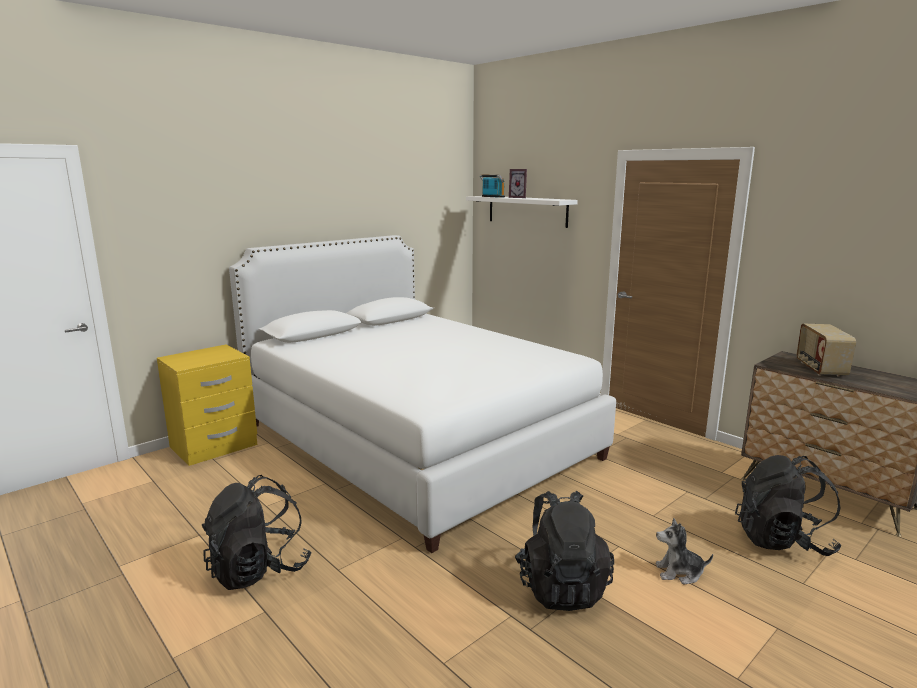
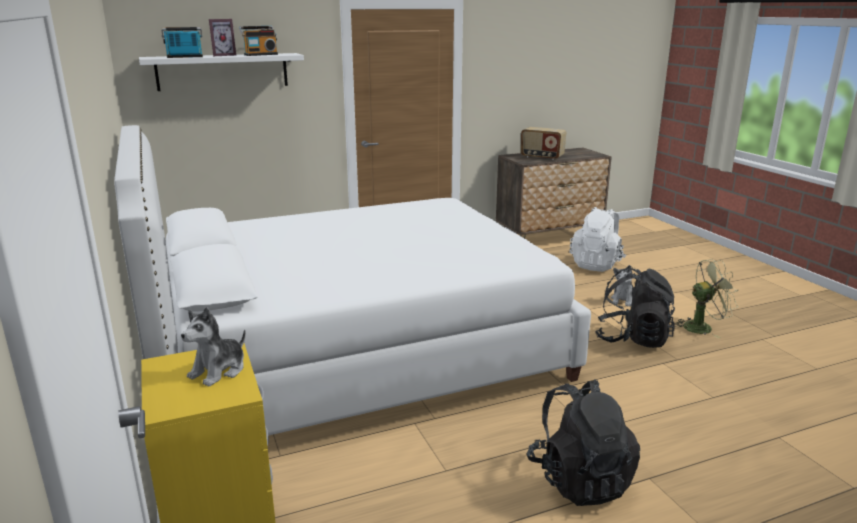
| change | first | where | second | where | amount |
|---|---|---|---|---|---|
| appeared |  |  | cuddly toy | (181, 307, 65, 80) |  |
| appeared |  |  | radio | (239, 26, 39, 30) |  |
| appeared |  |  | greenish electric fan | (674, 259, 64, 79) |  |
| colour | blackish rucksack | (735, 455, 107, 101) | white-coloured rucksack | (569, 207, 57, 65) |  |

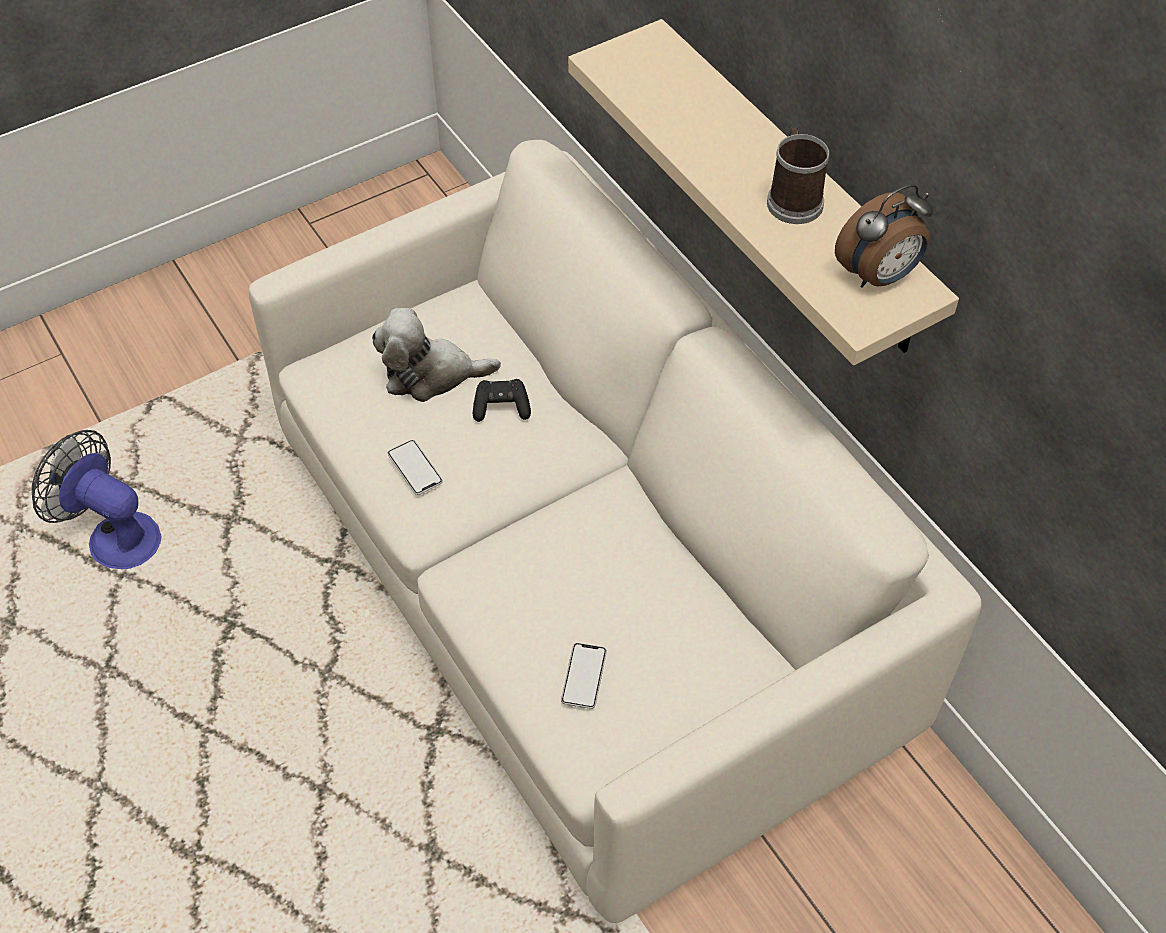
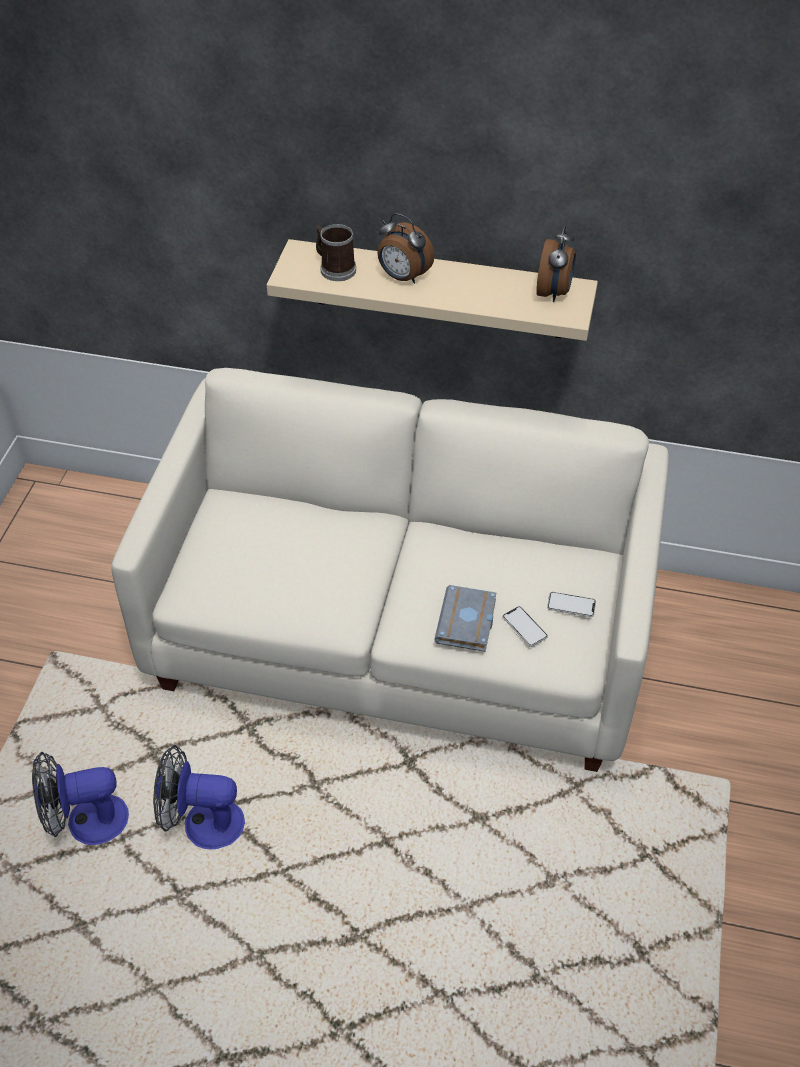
| change | first | where | second | where | amount |
|---|---|---|---|---|---|
| missing | cuddly toy | (372, 308, 129, 94) |  |  |  |
| missing | blackish joypad | (473, 379, 58, 43) |  |  |  |
| appeared |  |  | electric fan | (153, 745, 92, 105) |  |
| appeared |  |  | table clock | (377, 213, 58, 71) |  |
| appeared |  |  | greyish bound book | (434, 585, 63, 67) |  |
| relocated | handset | (388, 440, 55, 55) |  | (547, 592, 49, 25) |  |
| relocated | mug | (767, 126, 63, 98) |  | (316, 224, 40, 57) |  |

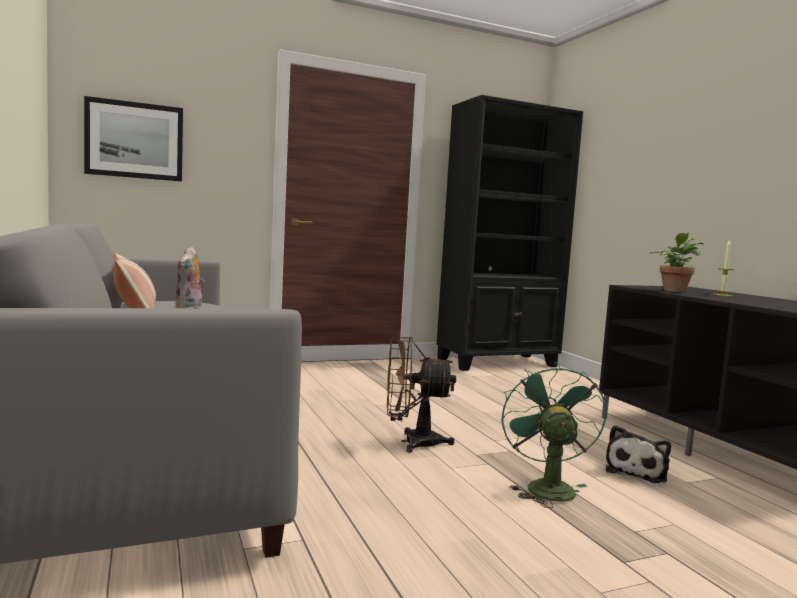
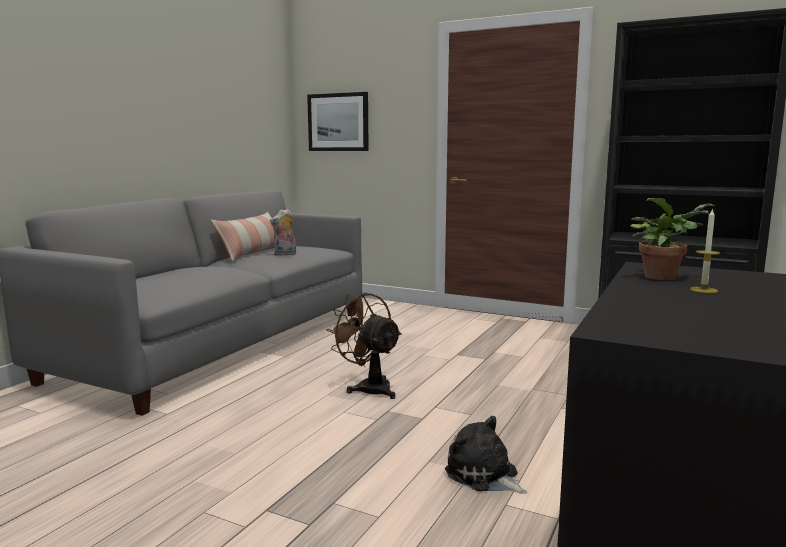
| change | first | where | second | where | amount |
|---|---|---|---|---|---|
| missing | greenish electric fan | (501, 362, 106, 146) |  |  |  |
| spun | cuddly toy | (606, 425, 65, 58) |  | (445, 416, 83, 78) | 60 degrees clockwise |

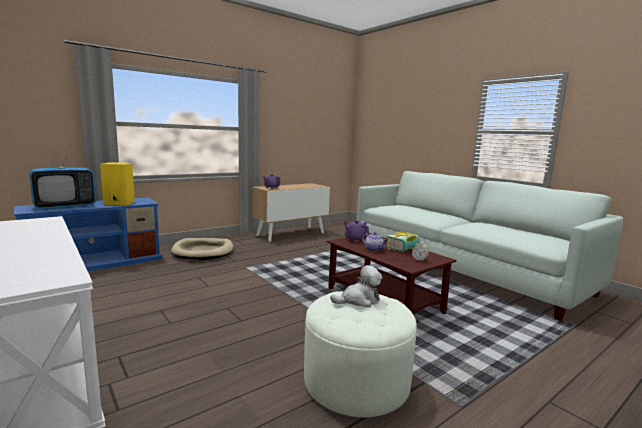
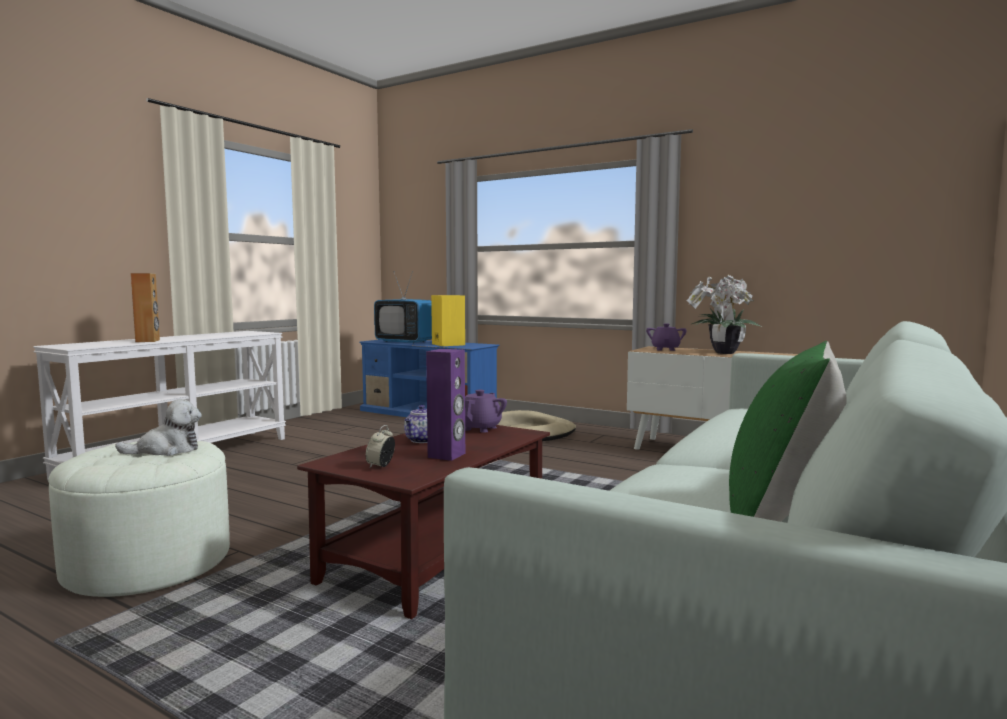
| change | first | where | second | where | amount |
|---|---|---|---|---|---|
| appeared |  |  | brown-coloured audio speaker | (131, 273, 29, 69) |  |
| appeared |  |  | plant in a pot | (687, 275, 75, 79) |  |
| appeared |  |  | greenish throw pillow | (729, 341, 118, 181) |  |
| exchanged | bound book | (386, 232, 34, 20) | purple-coloured audio speaker | (426, 349, 39, 112) |  |
| spun | cuddly toy | (330, 265, 53, 43) |  | (115, 399, 87, 57) | 75 degrees counterclockwise |

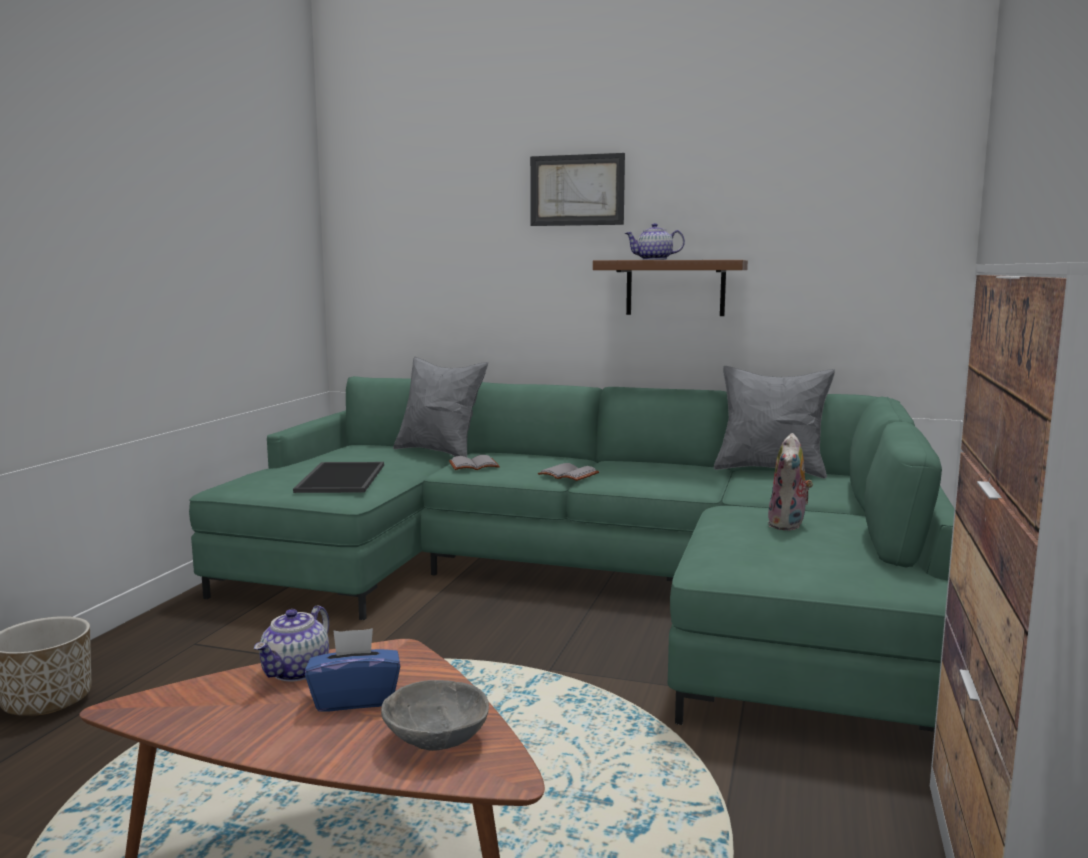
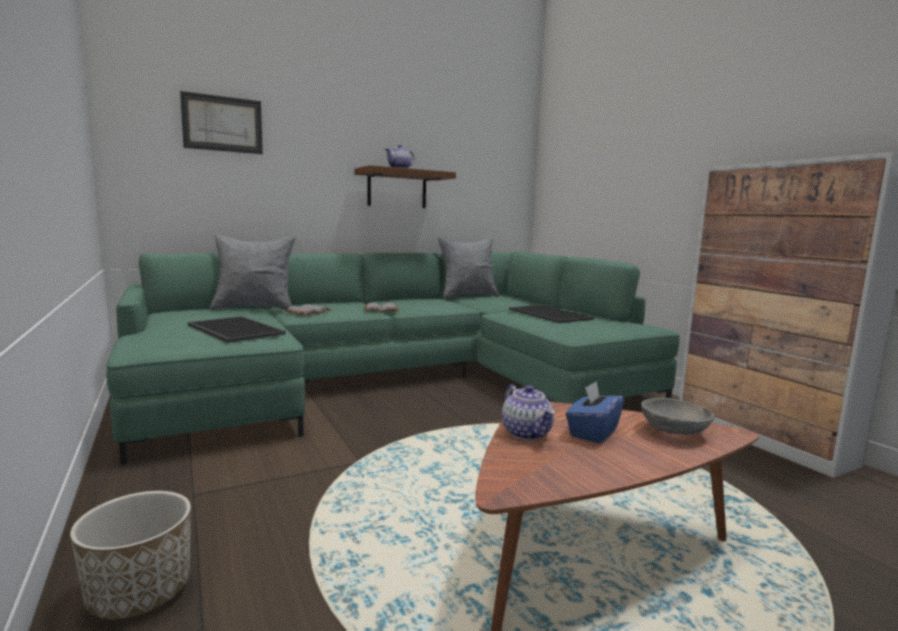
| change | first | where | second | where | amount |
|---|---|---|---|---|---|
| relocated | picture | (530, 153, 95, 73) |  | (180, 91, 83, 63) |  |
| exchanged | cuddly toy | (768, 433, 45, 98) | carrying tray | (509, 305, 85, 18) |  |

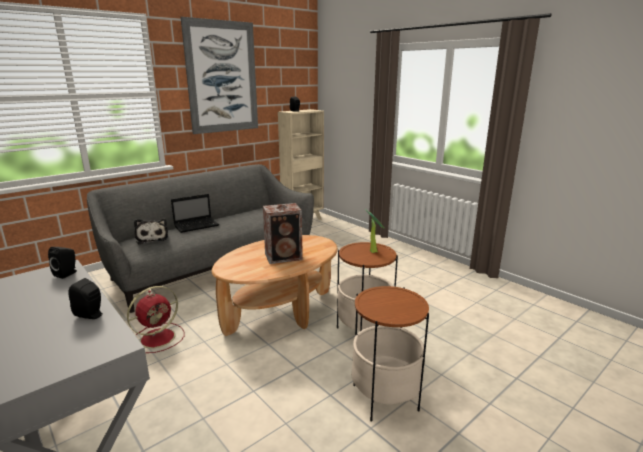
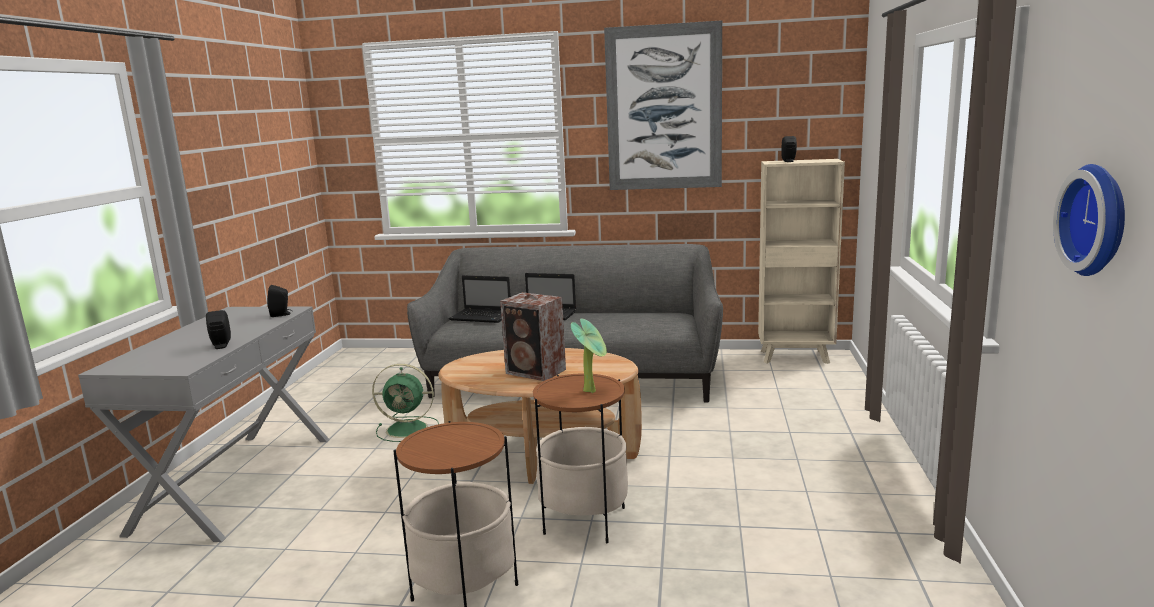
| change | first | where | second | where | amount |
|---|---|---|---|---|---|
| appeared |  |  | clock on the wall | (1053, 164, 72, 112) |  |
| exchanged | cuddly toy | (134, 218, 34, 26) | laptop | (449, 275, 62, 48) |  |
| colour | red electric fan | (127, 286, 57, 67) | greenish electric fan | (372, 364, 67, 78) |  |

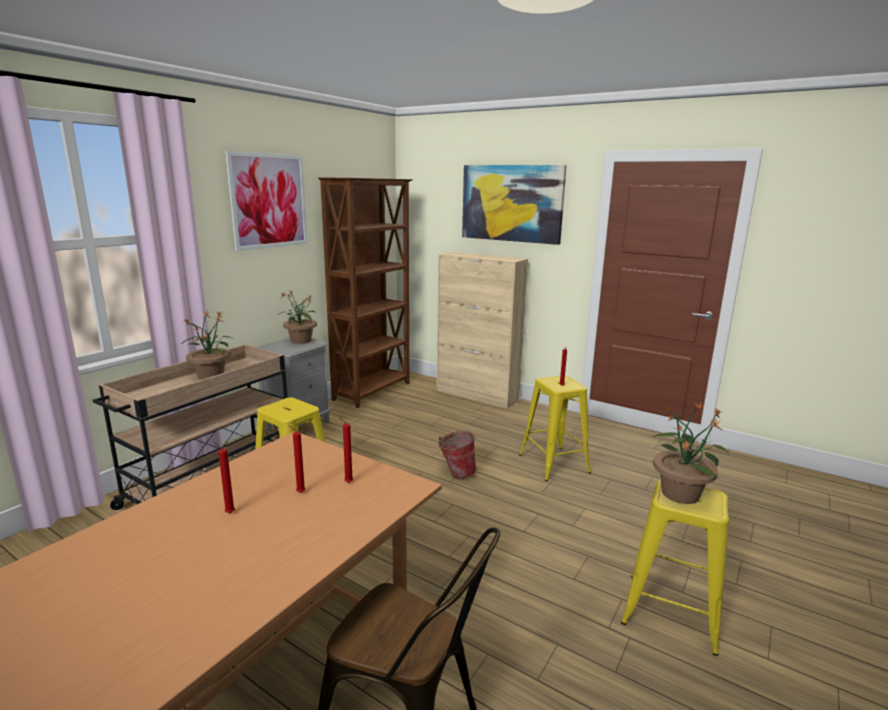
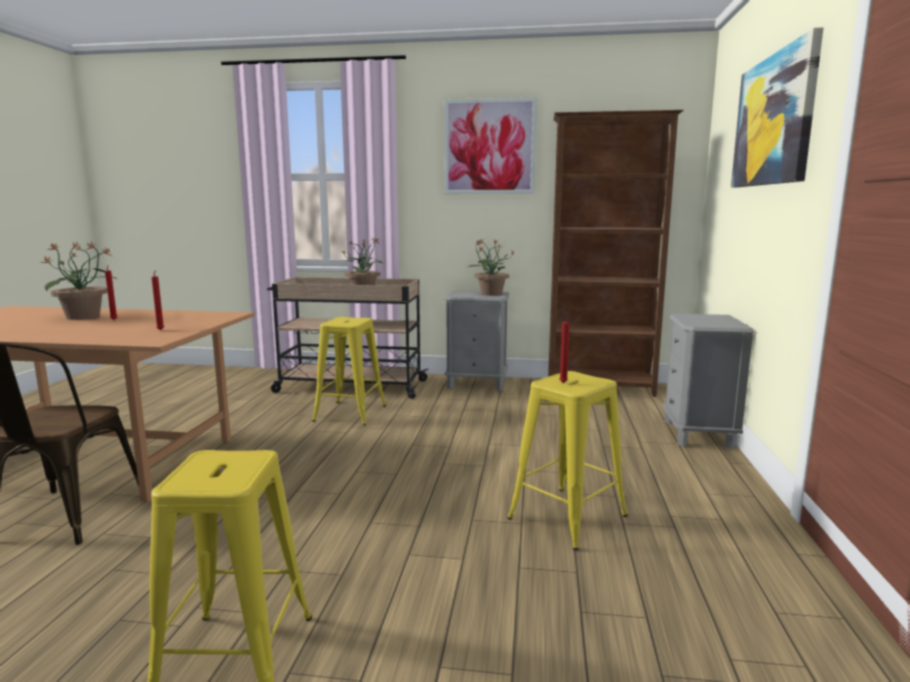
| change | first | where | second | where | amount |
|---|---|---|---|---|---|
| missing | red candle | (289, 426, 16, 67) |  |  |  |
| missing | water bucket | (438, 431, 39, 48) |  |  |  |
| relocated | plant in a pot | (652, 403, 76, 101) |  | (39, 241, 78, 79) |  |
| exchanged | beige cupboard | (436, 252, 92, 157) | greyish nightstand | (662, 314, 92, 135) |  |

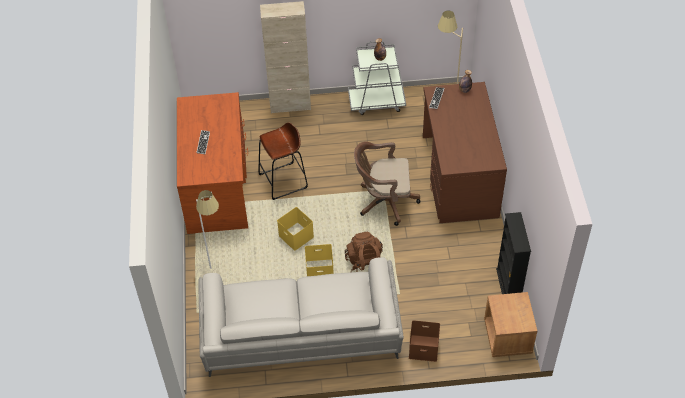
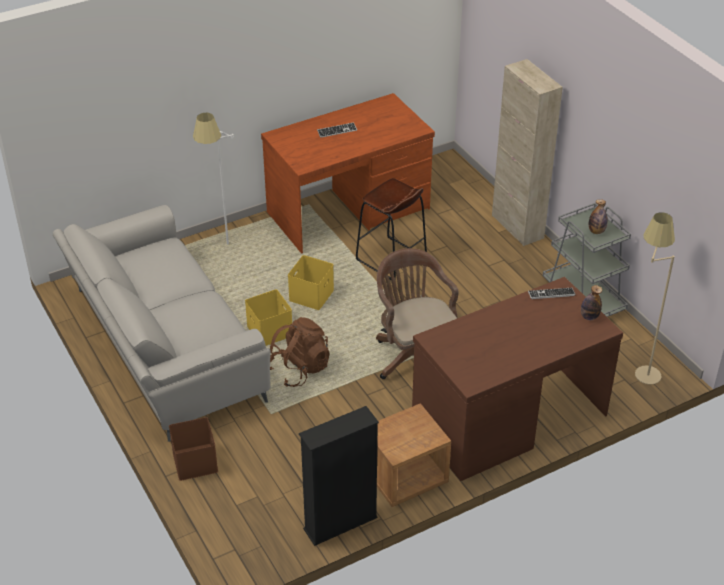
| change | first | where | second | where | amount |
|---|---|---|---|---|---|
| relocated | brown-coloured nightstand | (484, 292, 53, 65) |  | (377, 403, 74, 104) |  |

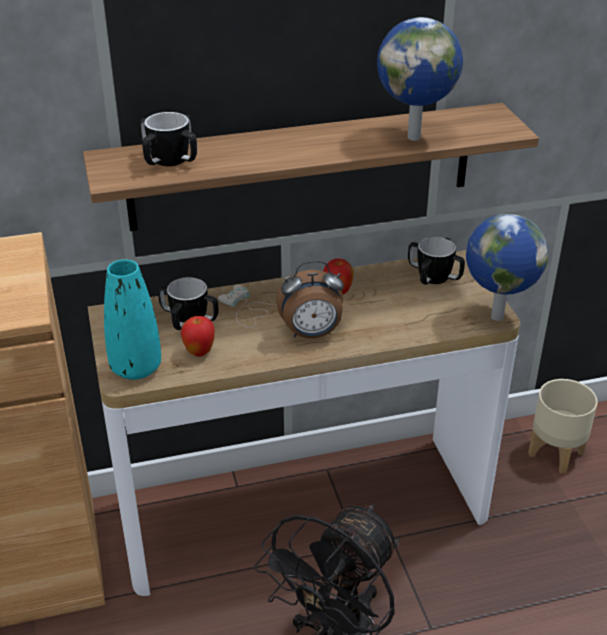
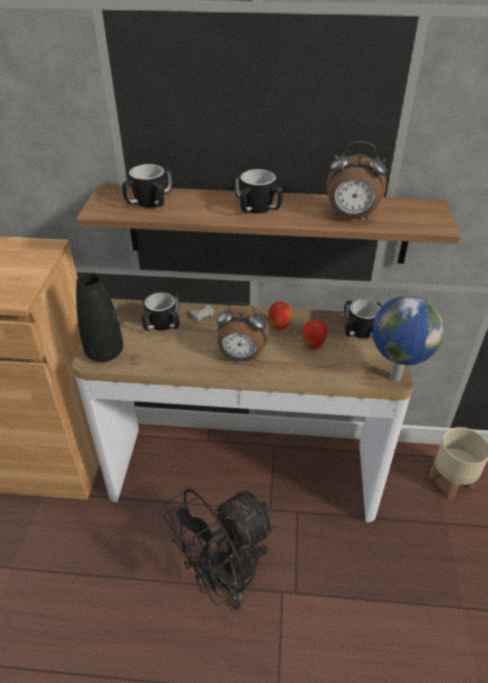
| change | first | where | second | where | amount |
|---|---|---|---|---|---|
| appeared |  |  | mug | (234, 169, 49, 45) |  |
| relocated | apple | (181, 316, 34, 41) |  | (302, 319, 26, 31) |  |
| exchanged | world globe | (377, 17, 86, 124) | table clock | (327, 141, 60, 79) |  |
| colour | turquoise-coloured vase | (104, 259, 57, 121) | blackish vase | (76, 273, 47, 89) |  |

